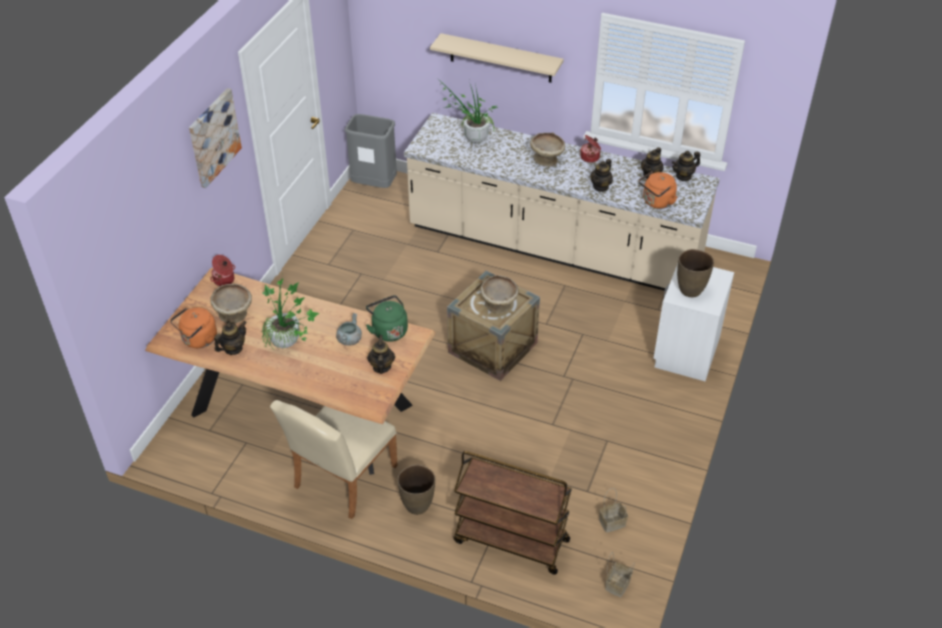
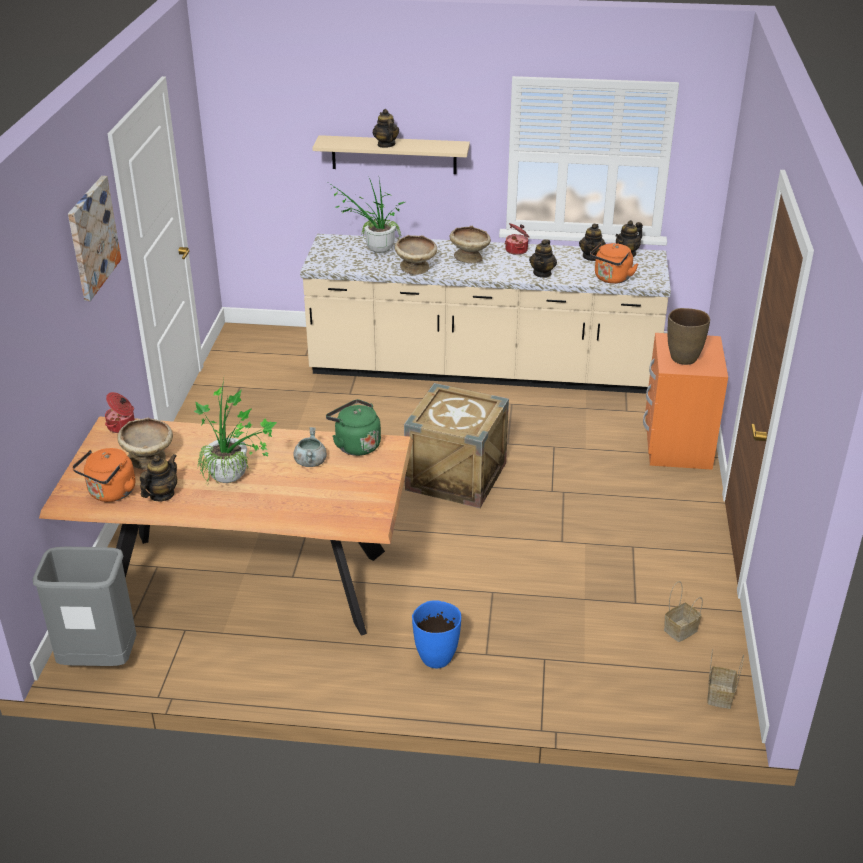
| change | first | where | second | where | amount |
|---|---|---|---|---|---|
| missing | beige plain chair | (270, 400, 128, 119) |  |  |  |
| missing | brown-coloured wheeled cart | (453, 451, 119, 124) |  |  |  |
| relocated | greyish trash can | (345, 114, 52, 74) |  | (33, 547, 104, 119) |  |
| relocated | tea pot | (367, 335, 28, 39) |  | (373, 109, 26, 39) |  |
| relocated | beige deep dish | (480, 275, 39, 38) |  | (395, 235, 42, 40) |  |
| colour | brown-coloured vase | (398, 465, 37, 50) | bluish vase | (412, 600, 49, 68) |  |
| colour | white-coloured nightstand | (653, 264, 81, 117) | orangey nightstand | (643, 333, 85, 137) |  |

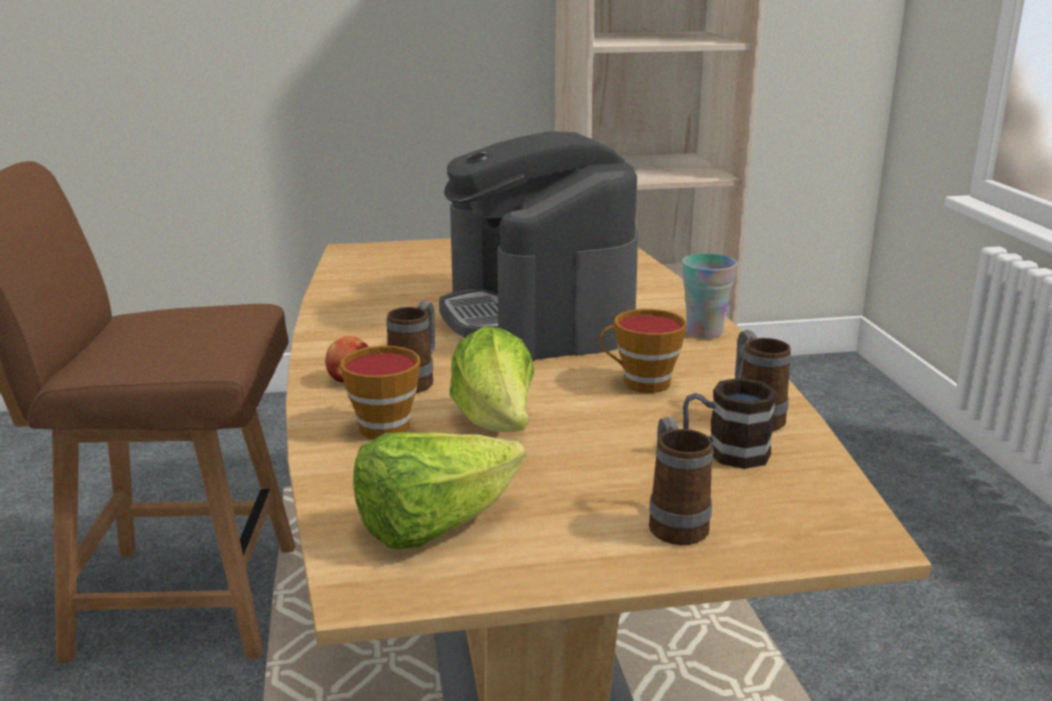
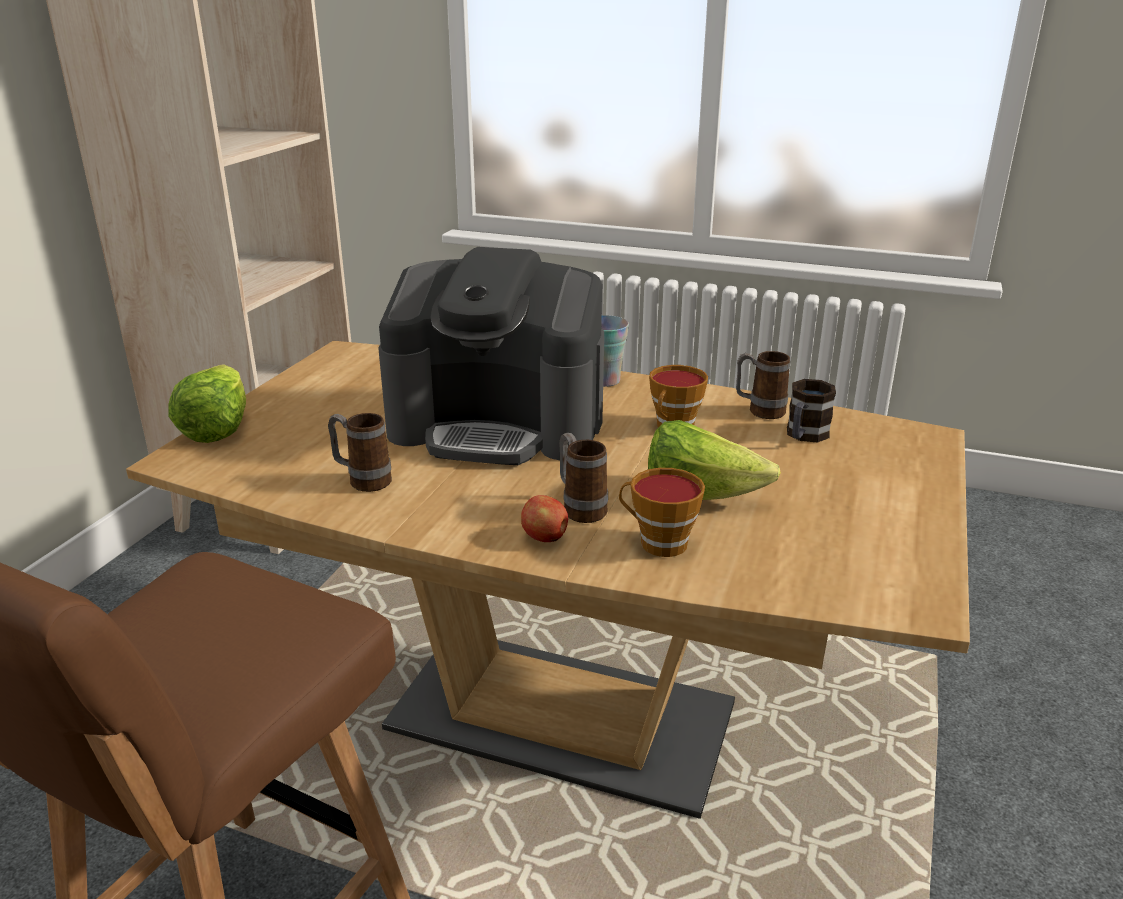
| change | first | where | second | where | amount |
|---|---|---|---|---|---|
| relocated | lettuce | (353, 432, 172, 117) |  | (168, 364, 78, 79) |  |
| relocated | mug | (649, 416, 64, 129) |  | (328, 413, 64, 79) |  |

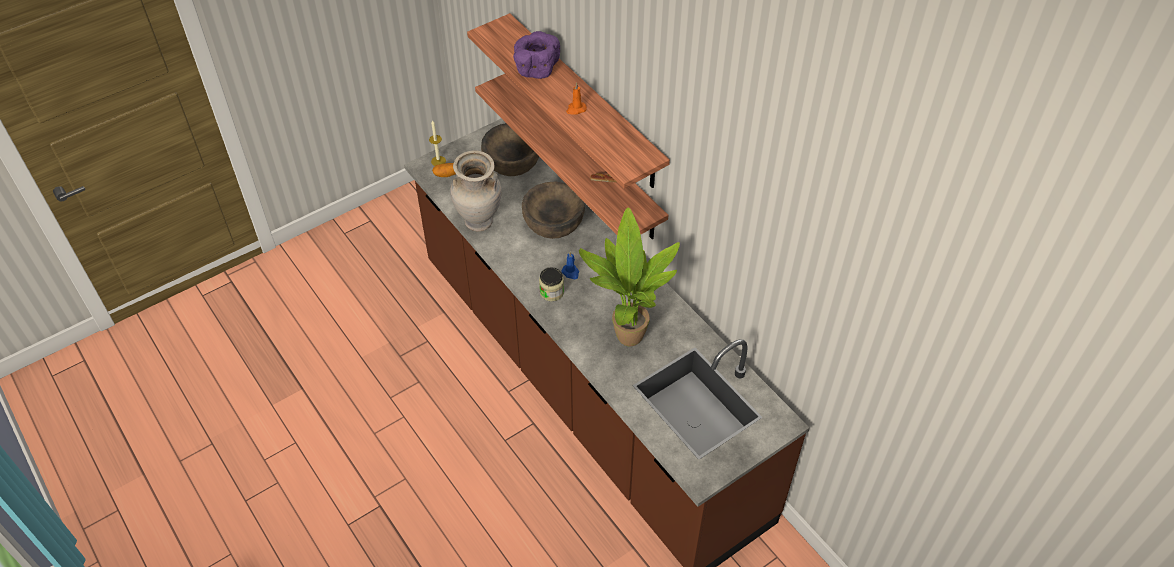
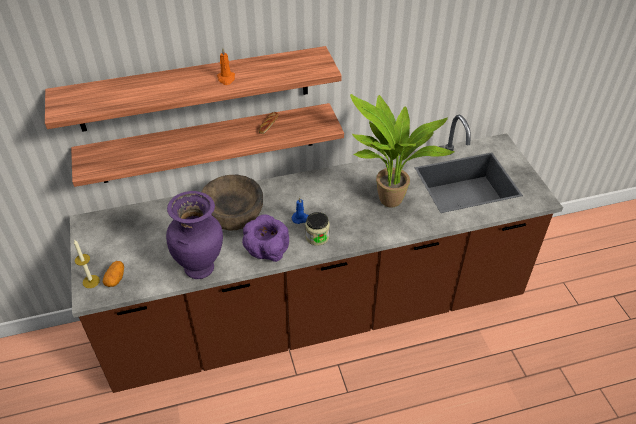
| change | first | where | second | where | amount |
|---|---|---|---|---|---|
| missing | brown-coloured deep dish | (481, 123, 58, 53) |  |  |  |
| relocated | purple-coloured deep dish | (513, 31, 47, 48) |  | (242, 214, 47, 48) |  |
| colour | beige vase | (450, 150, 51, 82) | purple-coloured vase | (166, 191, 57, 88) |  |

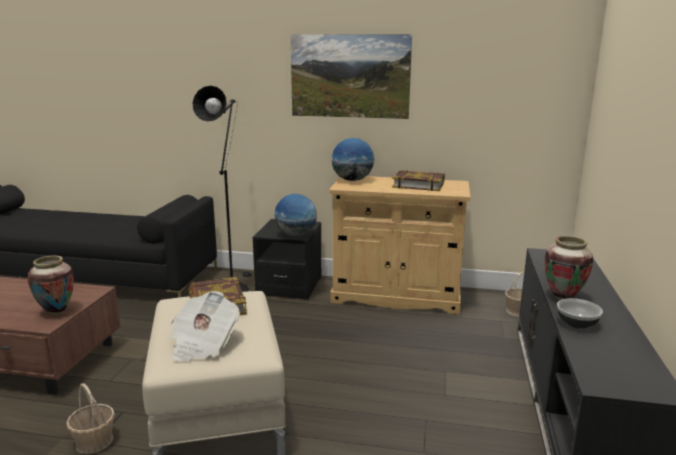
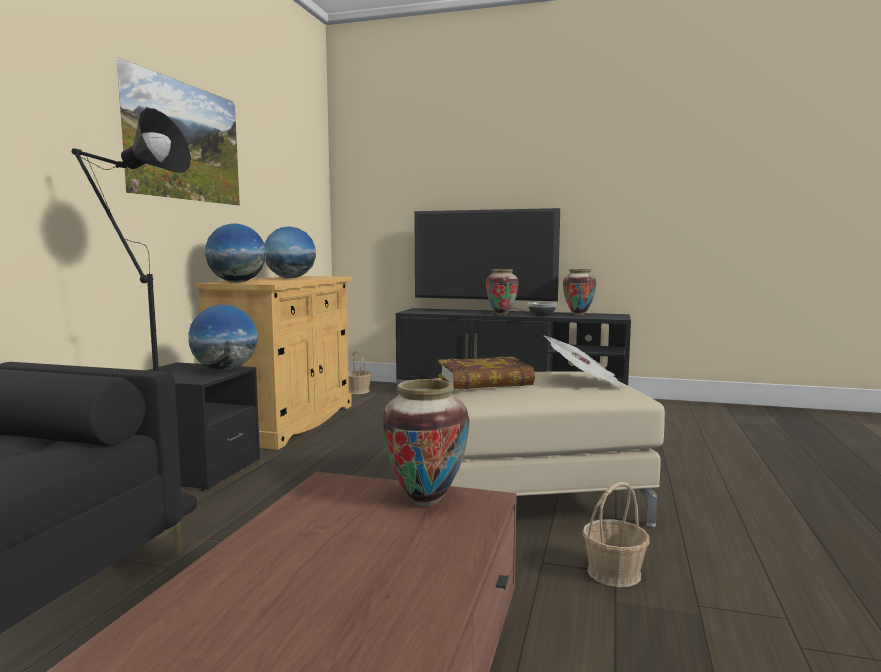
| change | first | where | second | where | amount |
|---|---|---|---|---|---|
| appeared |  |  | TV set | (414, 208, 146, 103) |  |
| appeared |  |  | vase | (563, 269, 34, 46) |  |
| exchanged | bound book | (392, 170, 53, 21) | world globe | (265, 227, 51, 51) |  |

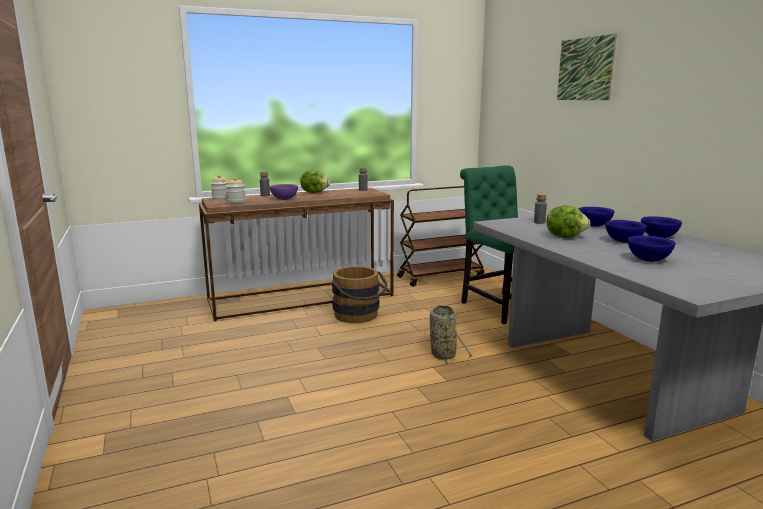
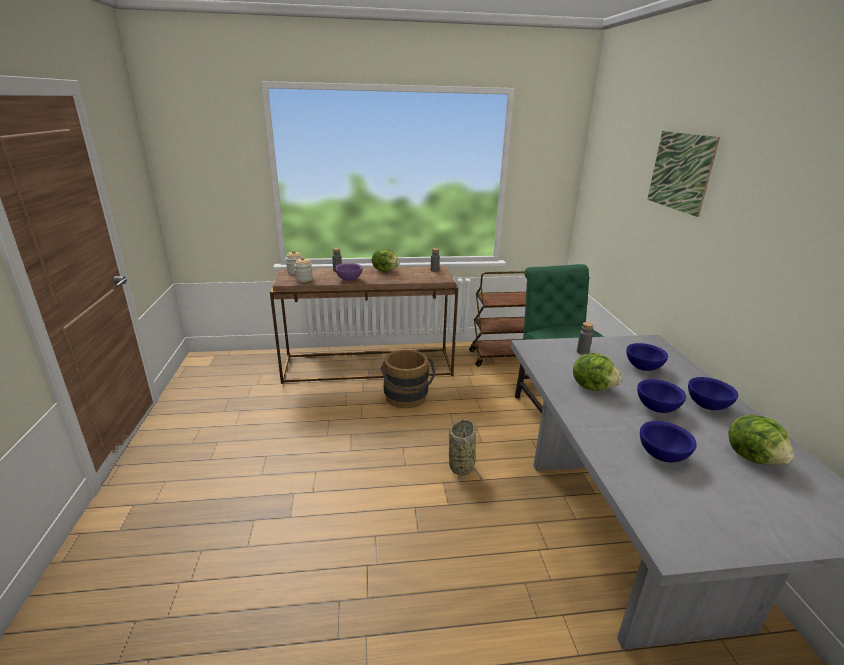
| change | first | where | second | where | amount |
|---|---|---|---|---|---|
| appeared |  |  | lettuce | (728, 414, 66, 51) |  |

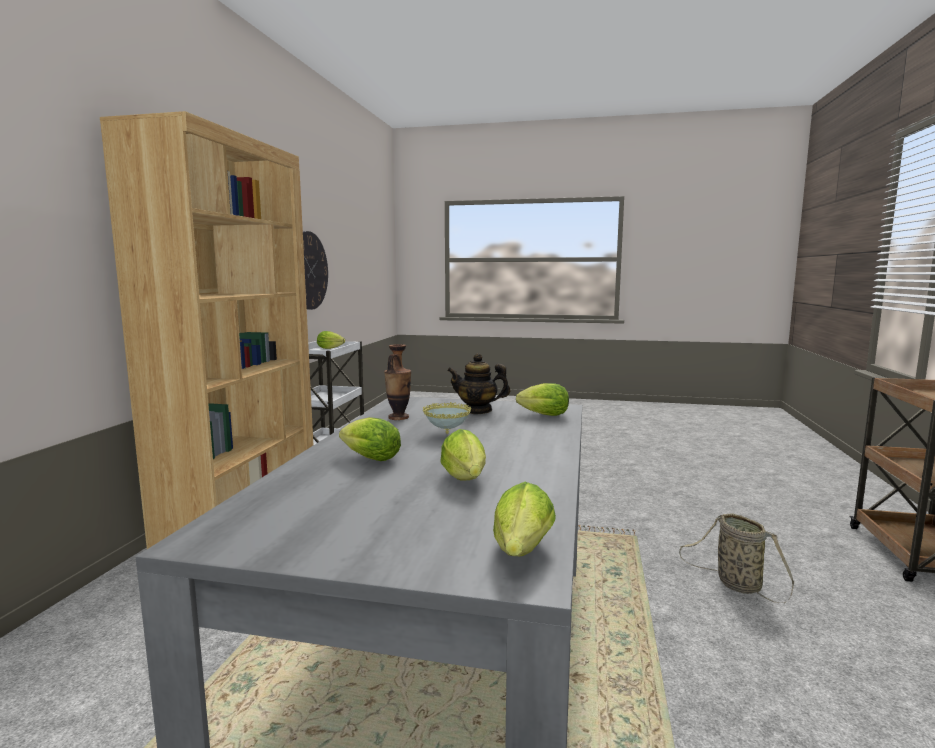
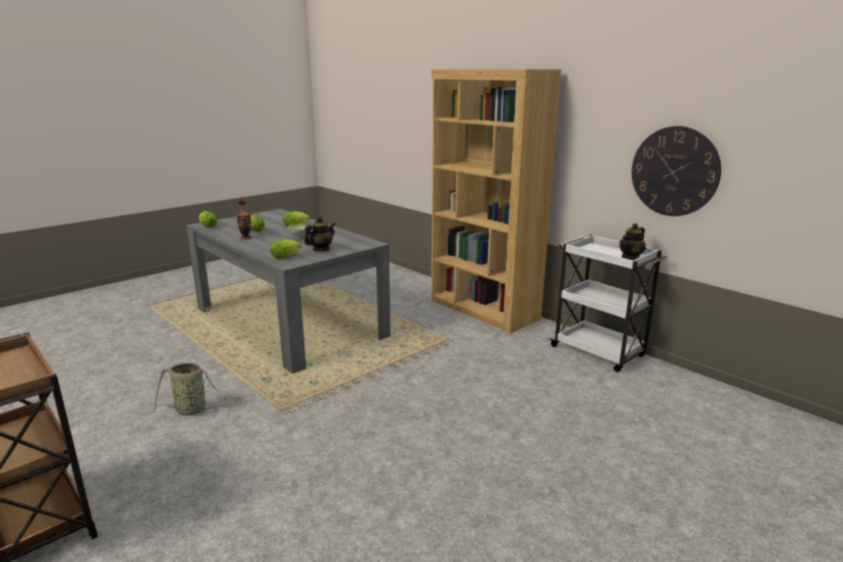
| change | first | where | second | where | amount |
|---|---|---|---|---|---|
| relocated | vase | (384, 344, 27, 76) |  | (236, 200, 16, 40) |  |
| exchanged | lettuce | (317, 331, 28, 18) | tea pot | (619, 223, 27, 37) |  |

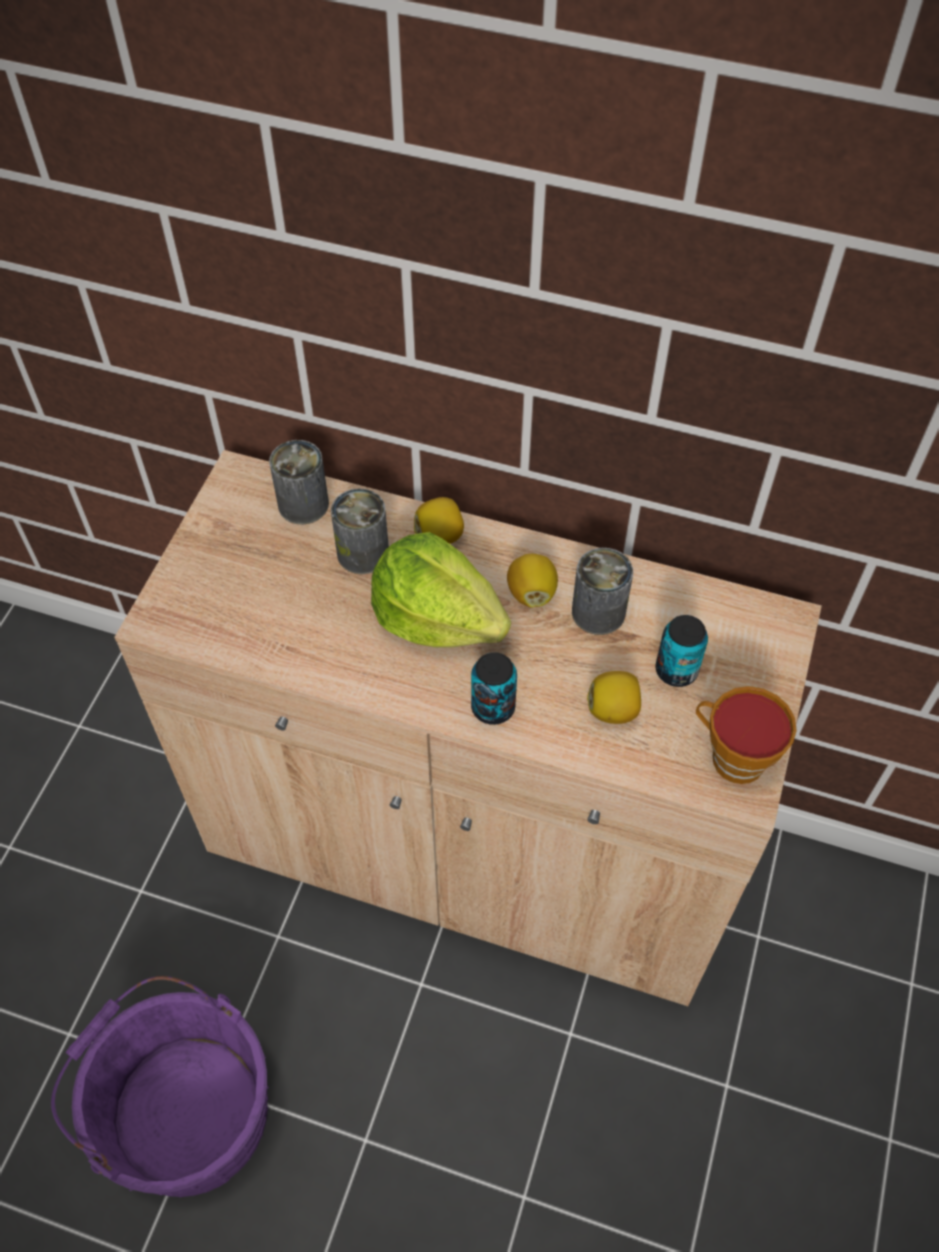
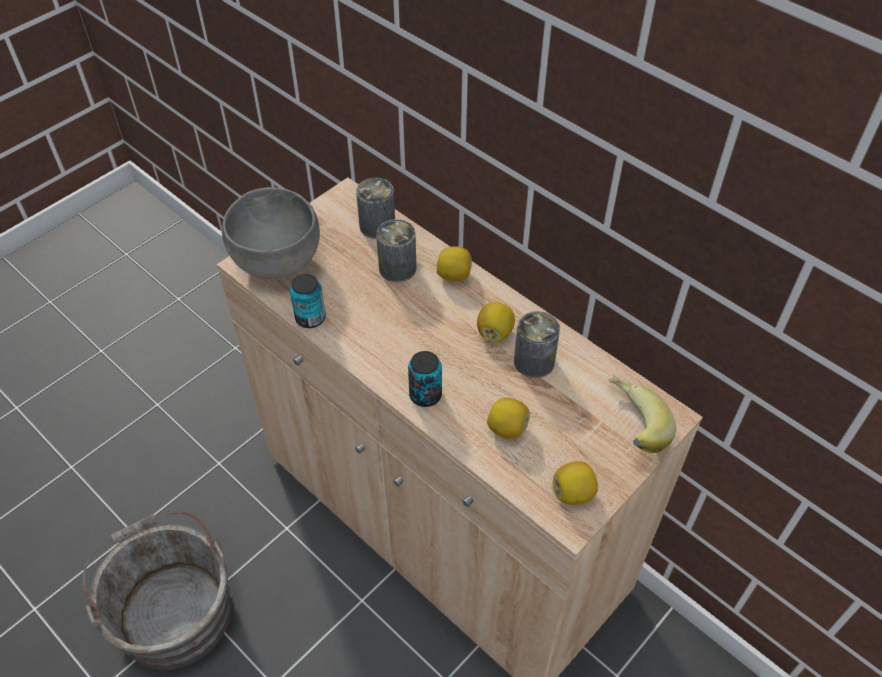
| change | first | where | second | where | amount |
|---|---|---|---|---|---|
| missing | lettuce | (371, 532, 140, 116) |  |  |  |
| appeared |  |  | greyish deep dish | (222, 187, 98, 92) |  |
| appeared |  |  | banana | (608, 374, 68, 79) |  |
| relocated | sealed can | (655, 615, 53, 72) |  | (290, 274, 36, 54) |  |
| exchanged | drinking cup | (696, 686, 101, 98) | citrus fruit | (552, 461, 46, 44) |  |
| colour | purple-coloured water bucket | (51, 976, 218, 221) | greyish water bucket | (83, 512, 148, 158) |  |

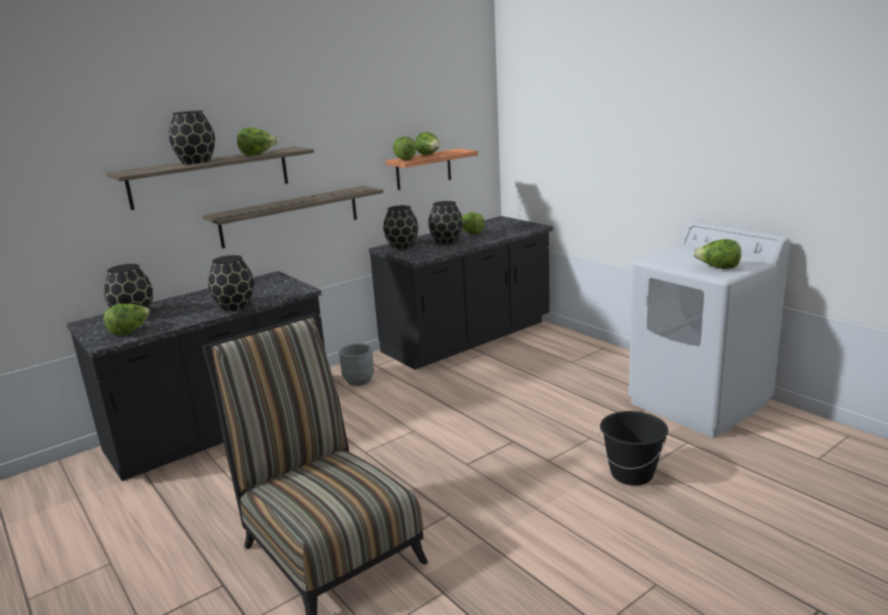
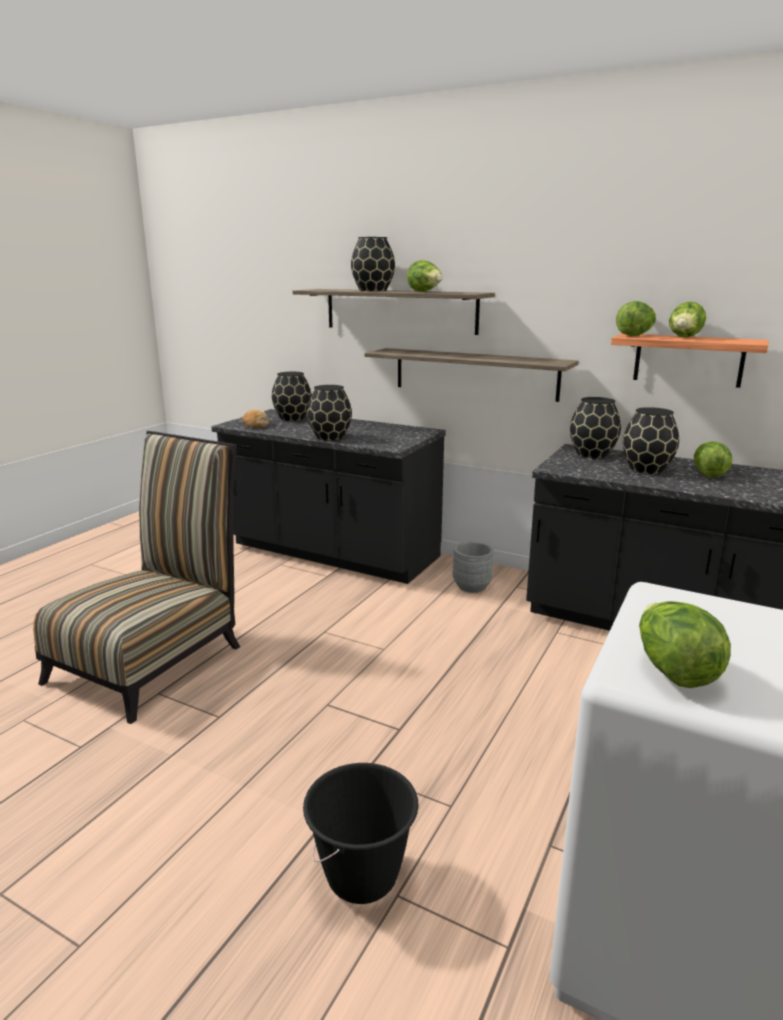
| change | first | where | second | where | amount |
|---|---|---|---|---|---|
| exchanged | lettuce | (103, 304, 47, 31) | bakery bread | (243, 409, 26, 19) |  |

